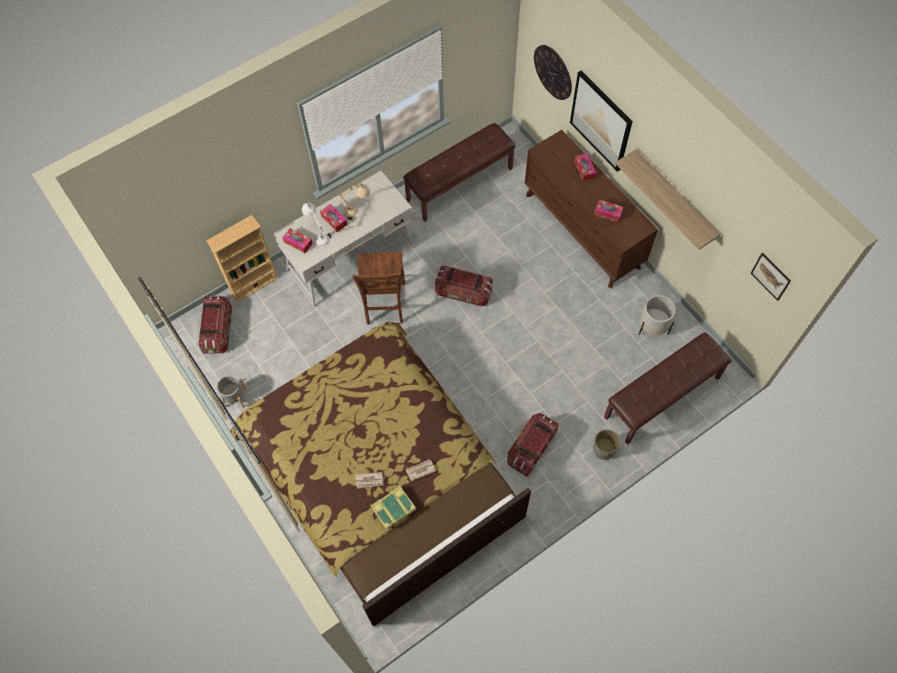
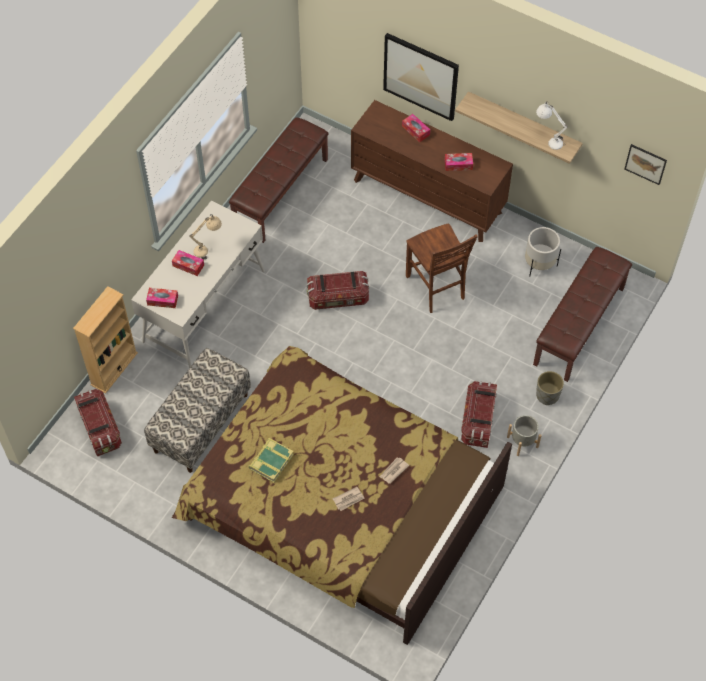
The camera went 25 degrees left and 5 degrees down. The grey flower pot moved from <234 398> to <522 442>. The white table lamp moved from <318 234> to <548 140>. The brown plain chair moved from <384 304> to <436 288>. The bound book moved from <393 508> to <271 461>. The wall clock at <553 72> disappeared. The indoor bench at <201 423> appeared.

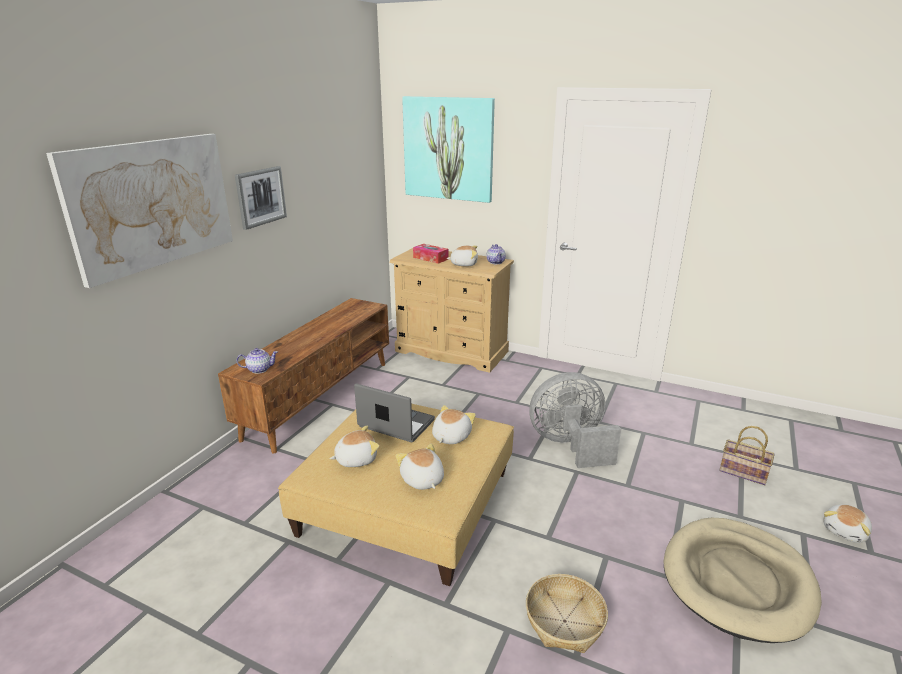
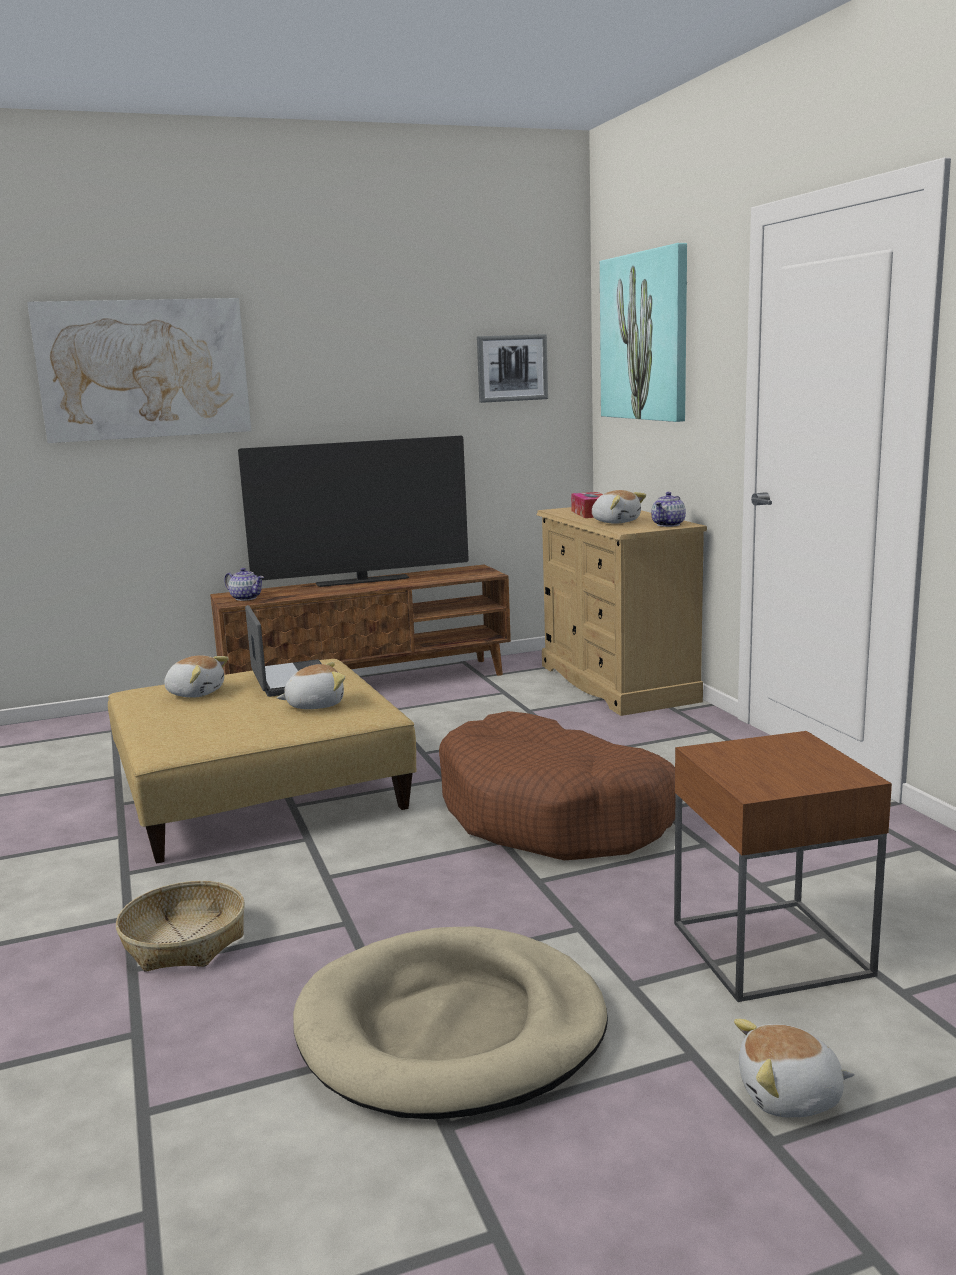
The camera went 45 degrees right and 10 degrees down. The picture moved from <260 197> to <512 368>. The plush toy at <422 480> disappeared. The grey electric fan at <570 445> was replaced by the brown dog bed at <555 816>. The basket at <742 472> was replaced by the brown accent table at <770 948>. The television at <362 581> appeared.

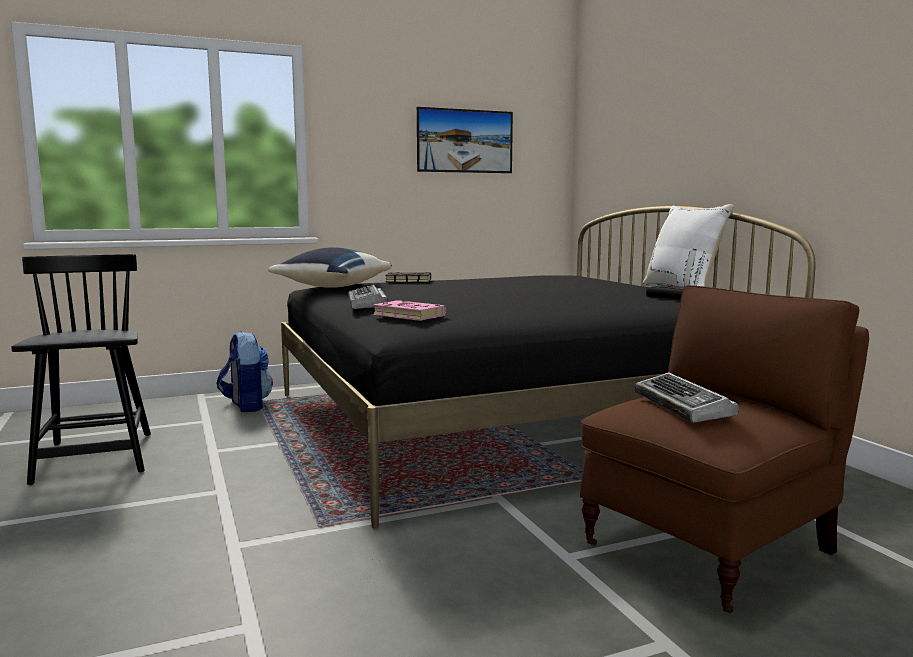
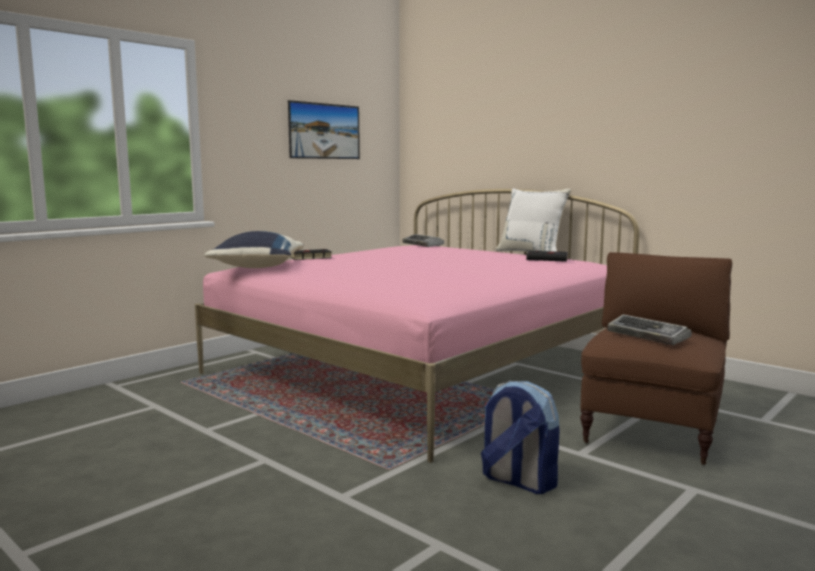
The camera went 25 degrees left and 0 degrees up. The black-coloured plain chair at <95 458> disappeared. The knapsack moved from <246 405> to <517 481>. The black-coloured bedroom bed at <509 419> became the pink-coloured bedroom bed at <421 367>. The PC keyboard moved from <367 304> to <423 244>. The pink-coloured bound book at <407 315> disappeared.

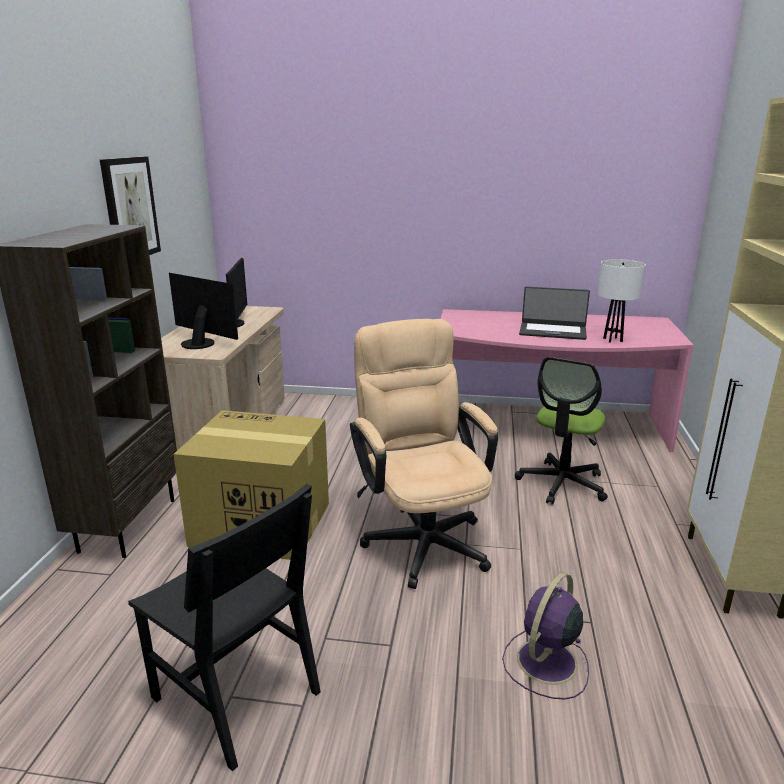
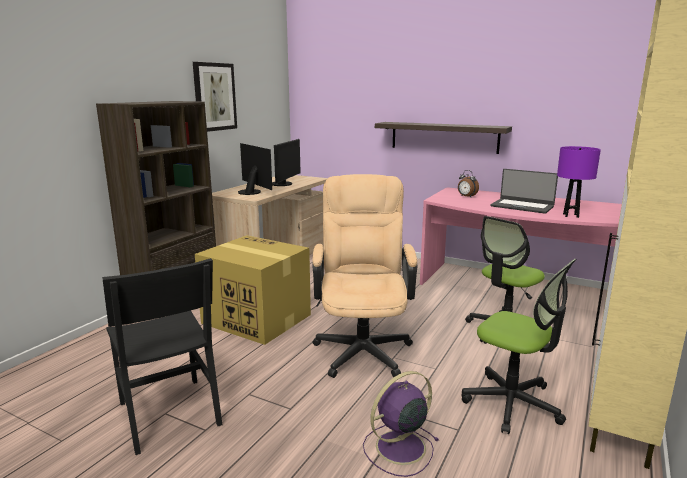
The camera went 20 degrees right and 5 degrees down. The white table lamp at <612 340> became the purple-coloured table lamp at <570 215>. The bracket shelf at <444 137> appeared. The bedside clock at <466 197> appeared. The office chair at <512 403> appeared.

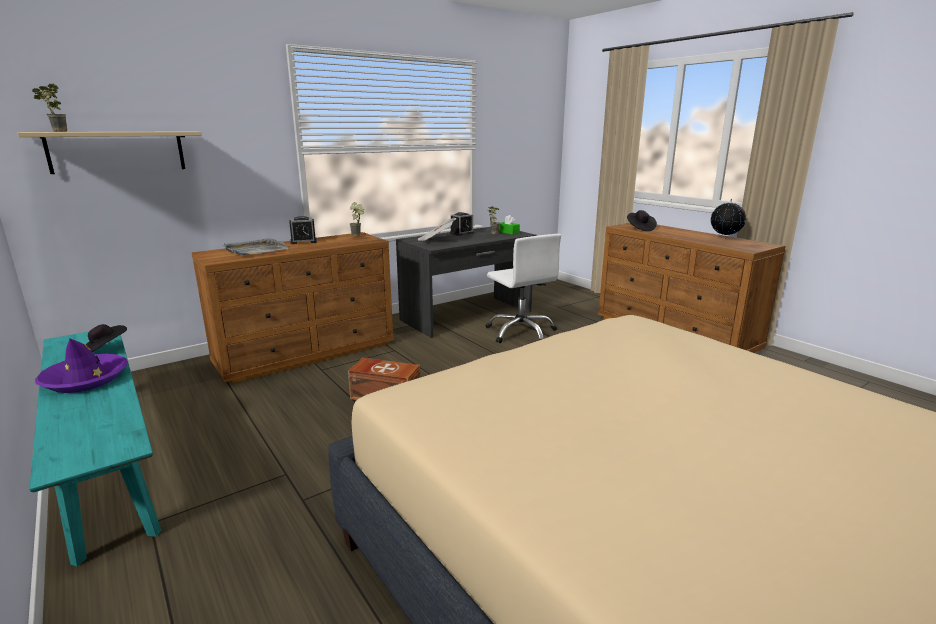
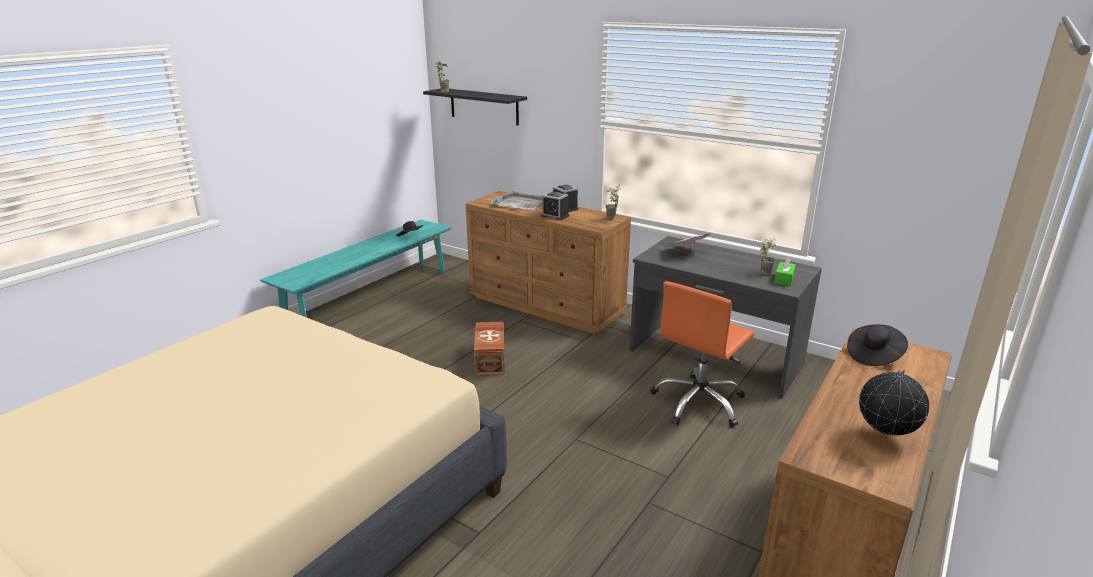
The camera went 70 degrees right and 5 degrees up. The beige-coloured bracket shelf at <117 151> became the black-coloured bracket shelf at <484 106>. The purple-coloured clothing hat at <85 380> disappeared. The bedside clock moved from <461 233> to <555 216>. The white office chair at <521 332> became the orange-coloured office chair at <699 402>.

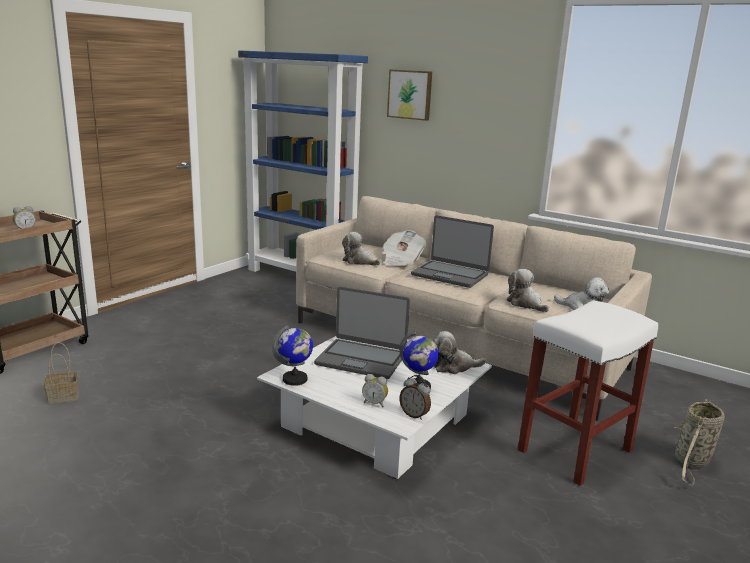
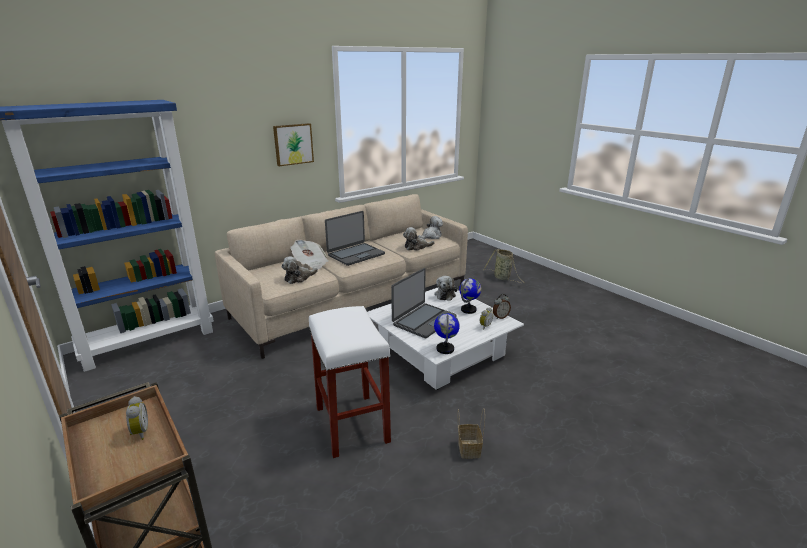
The camera went 70 degrees left and 5 degrees up. The basket moved from <64 396> to <468 448>. The picture moved from <410 94> to <293 144>. The white stool seat moved from <575 449> to <351 424>.

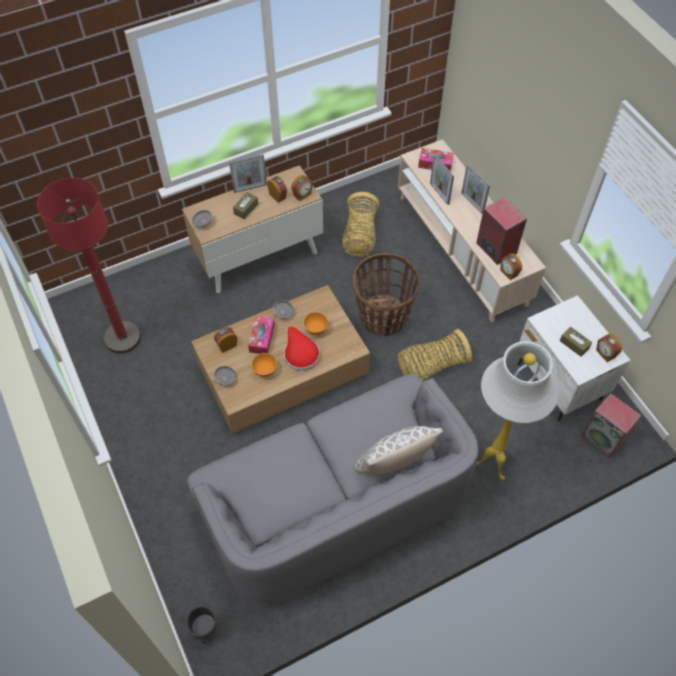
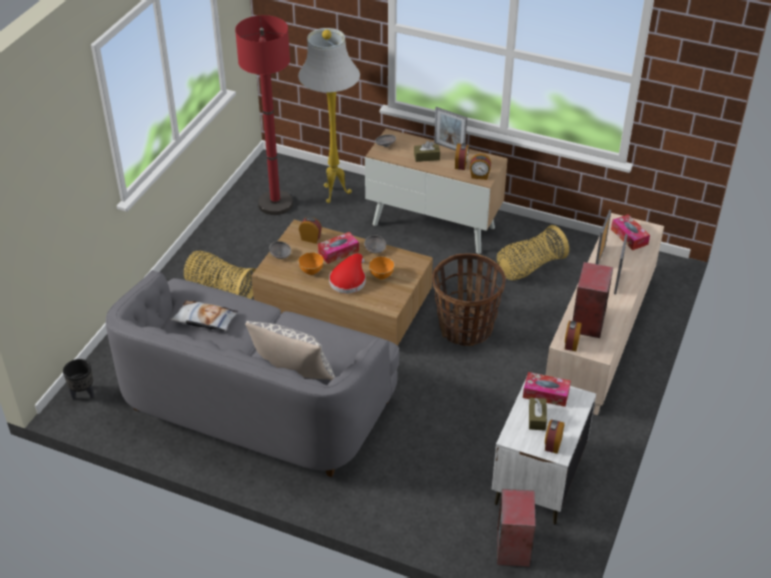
The camera went 50 degrees right and 15 degrees down. The basket moved from <431 366> to <221 289>. The white standing lamp moved from <491 465> to <333 194>. The pillow at <205 320> appeared. The box of tissues at <546 394> appeared.

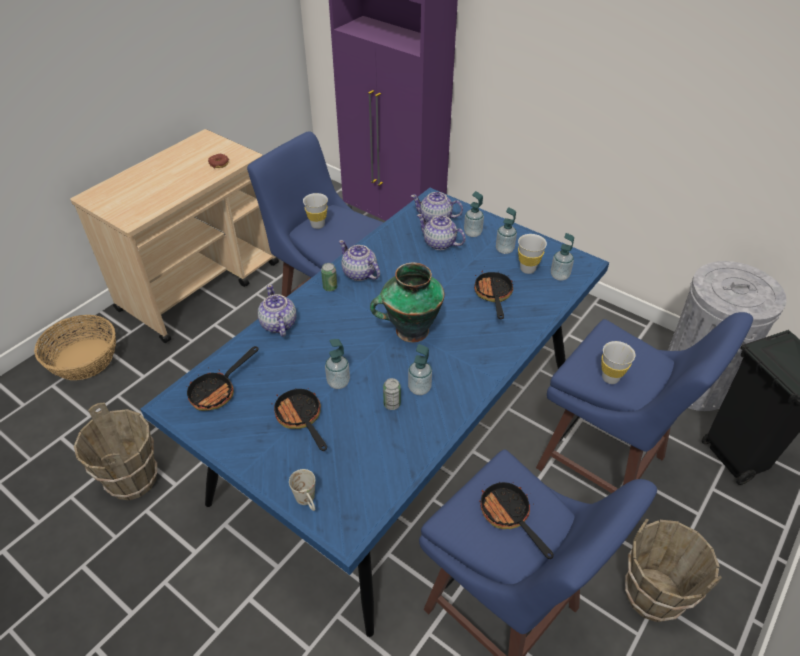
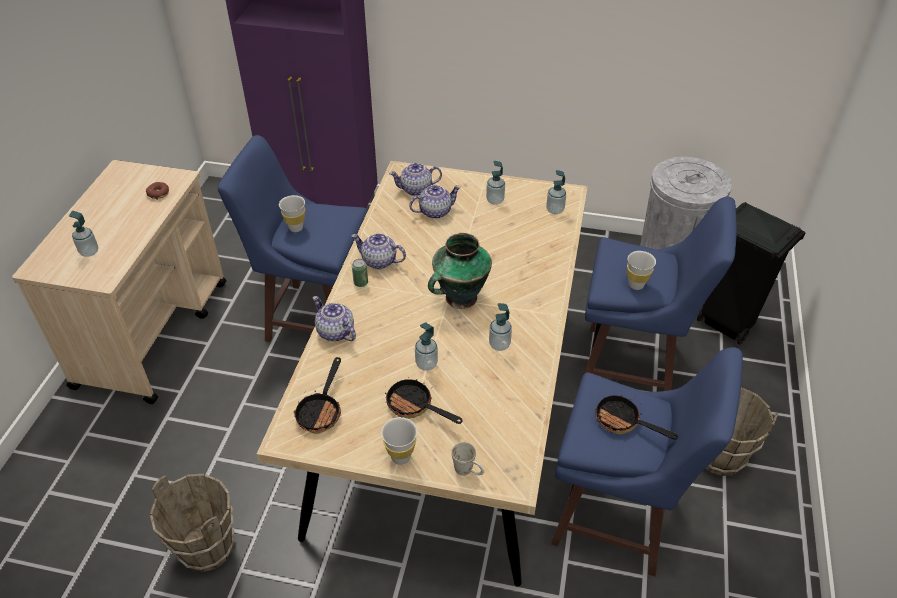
The camera went 25 degrees left and 0 degrees up. The basket at <84 359> disappeared. The bluish dinner table at <399 440> became the beige-coloured dinner table at <449 411>. The metal can at <392 404> disappeared. The tea pot at <440 243> turned 150 degrees clockwise. The soap dispenser moved from <472 233> to <89 252>. The frying pan at <493 295> disappeared. The white small cup moved from <527 269> to <401 457>.

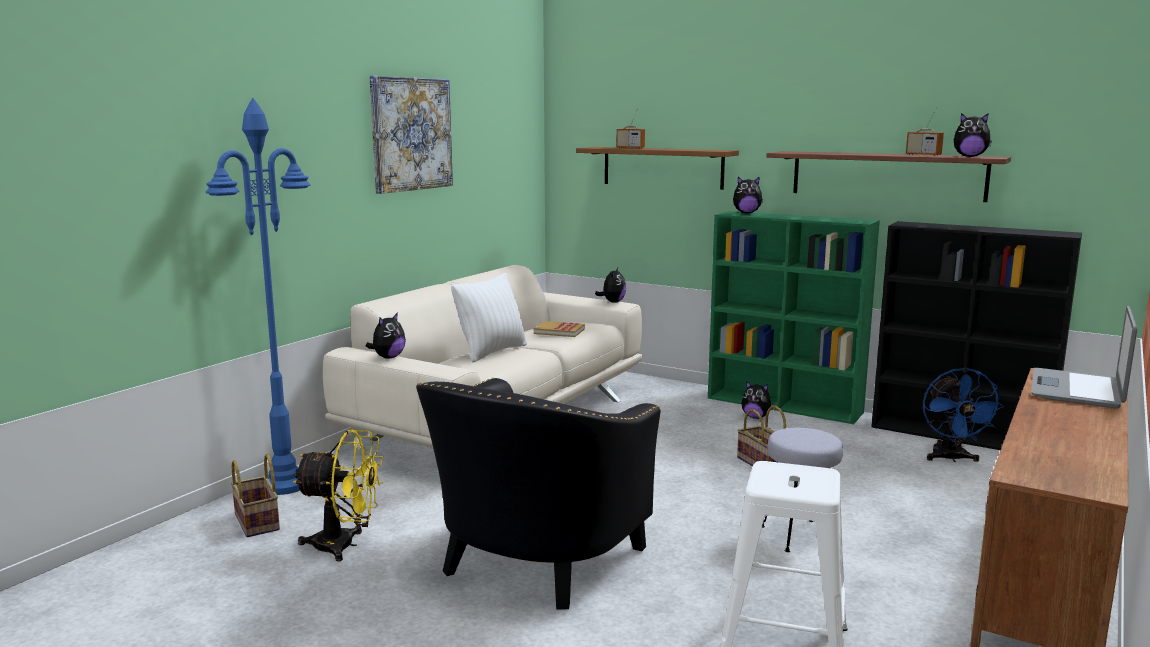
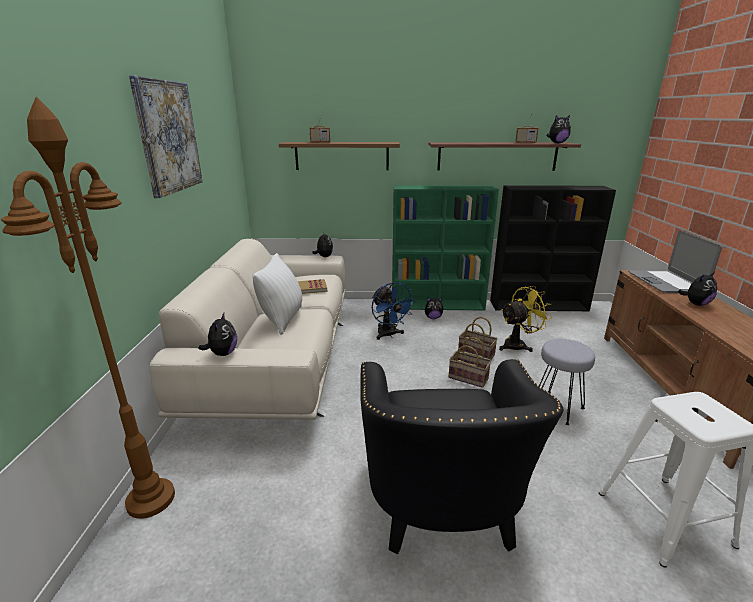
The camera went 30 degrees left and 10 degrees up. The bluish standing lamp at <285 485> became the brown standing lamp at <151 499>. The basket moved from <258 522> to <469 378>. The yellow electric fan moved from <344 545> to <518 345>. The plush toy moved from <746 213> to <696 304>. The bluish electric fan moved from <951 458> to <389 335>.

